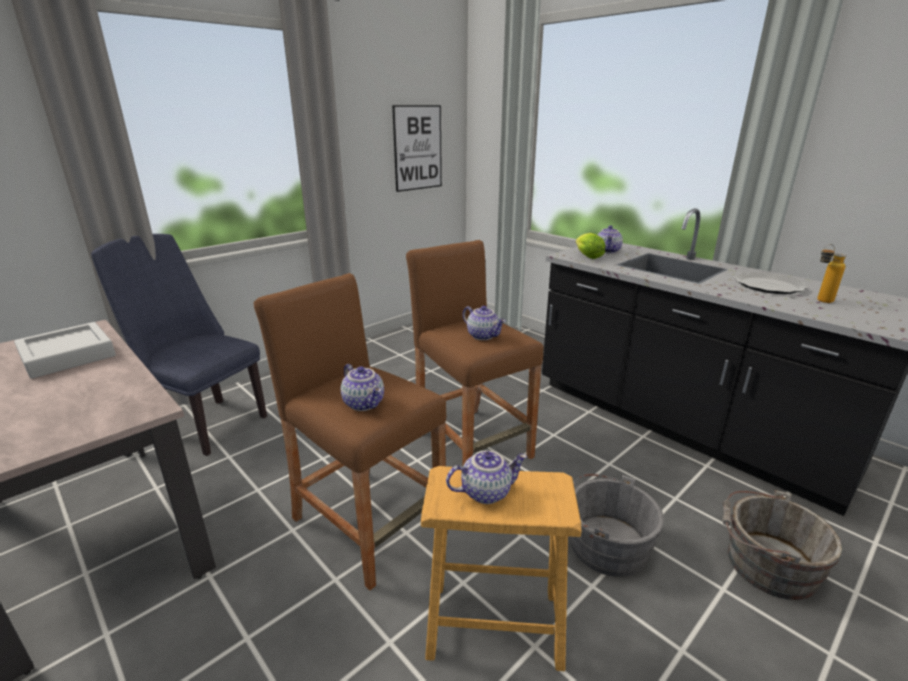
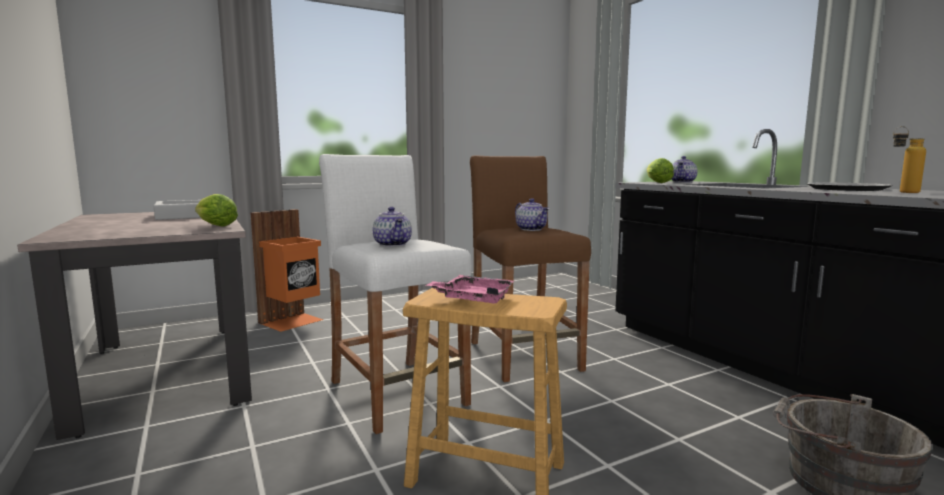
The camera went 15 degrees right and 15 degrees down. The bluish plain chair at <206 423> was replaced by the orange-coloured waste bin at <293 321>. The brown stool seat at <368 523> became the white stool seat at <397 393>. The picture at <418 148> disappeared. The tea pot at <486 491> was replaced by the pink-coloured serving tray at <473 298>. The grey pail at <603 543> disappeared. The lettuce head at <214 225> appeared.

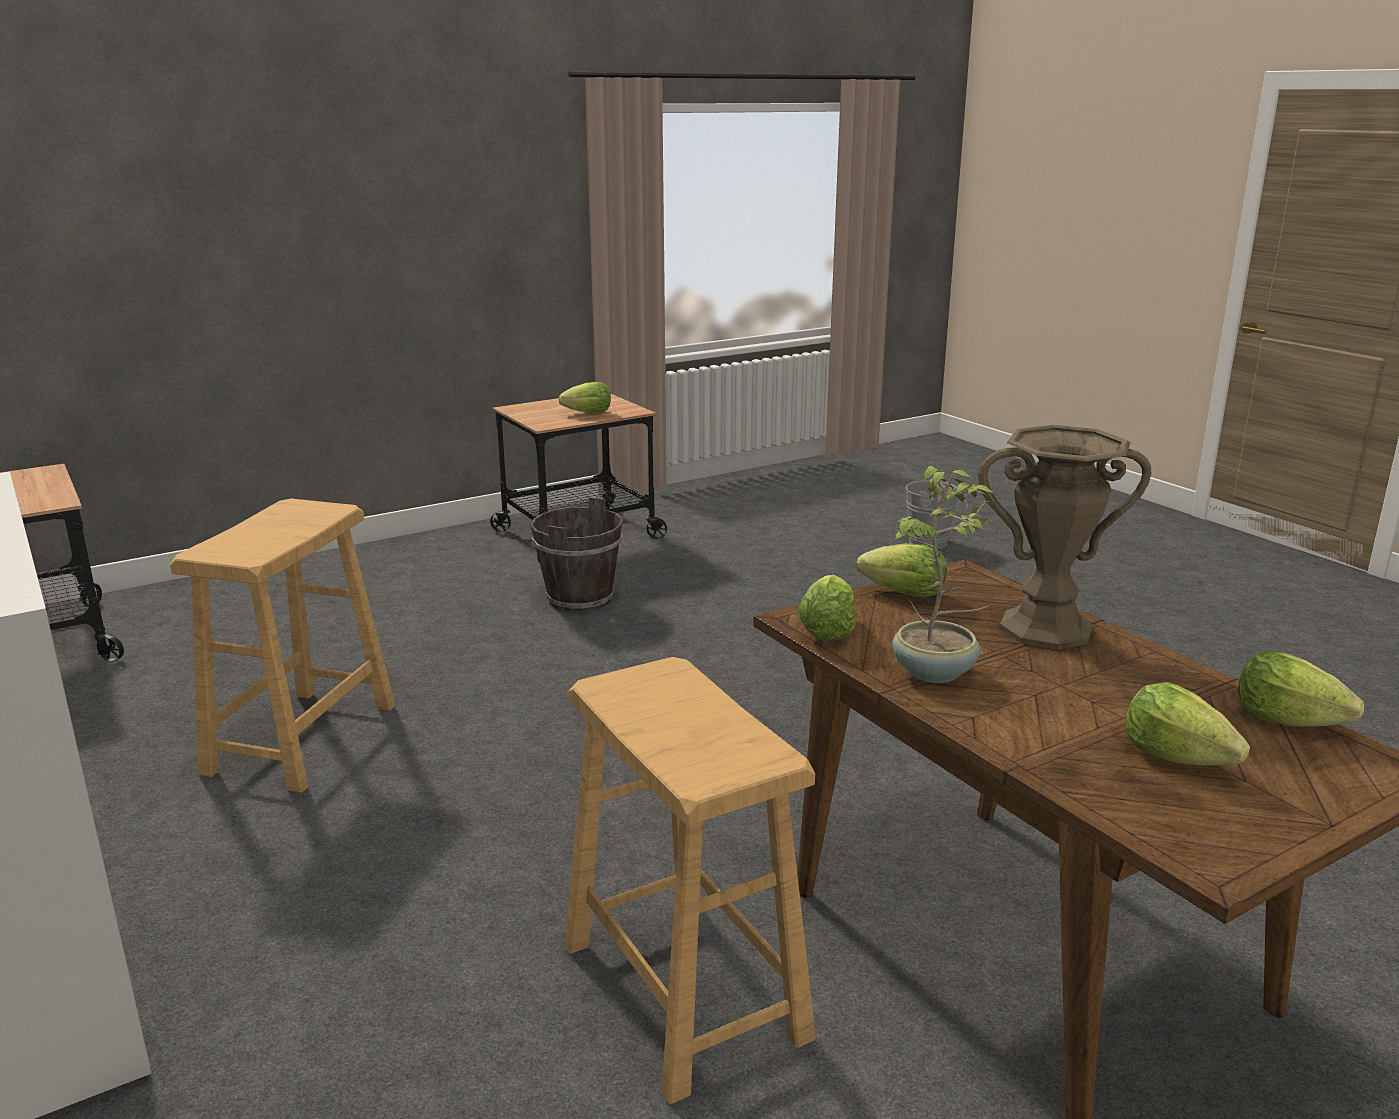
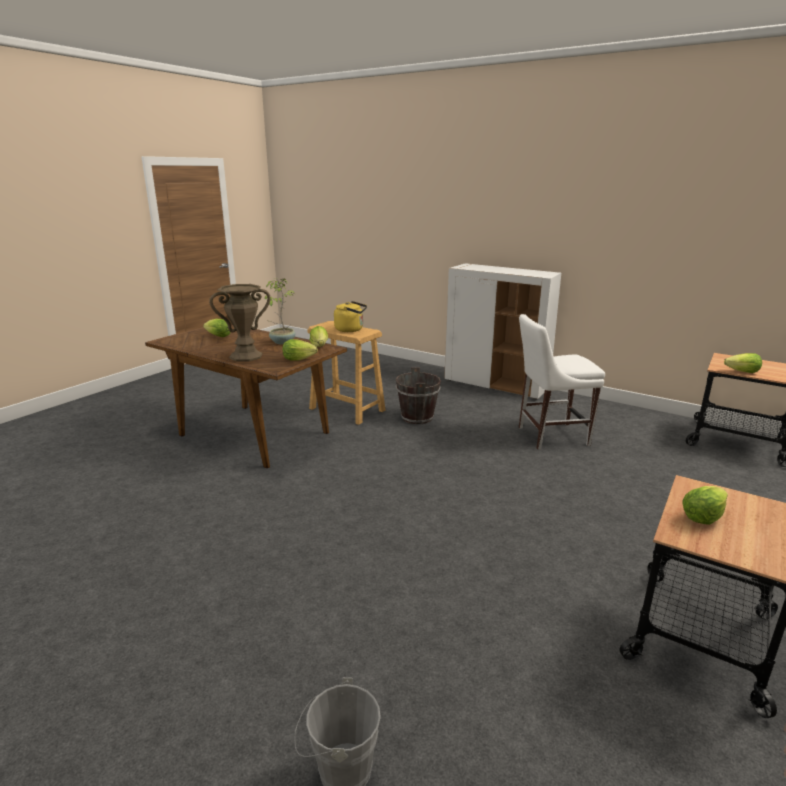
The camera went 155 degrees right and 0 degrees up. The beige-coloured stool seat at <300 739> was replaced by the white plain chair at <549 436>. The brown pail moved from <580 599> to <417 417>. The lettuce head moved from <1286 720> to <742 372>. The yellow water kettle at <351 330> appeared.

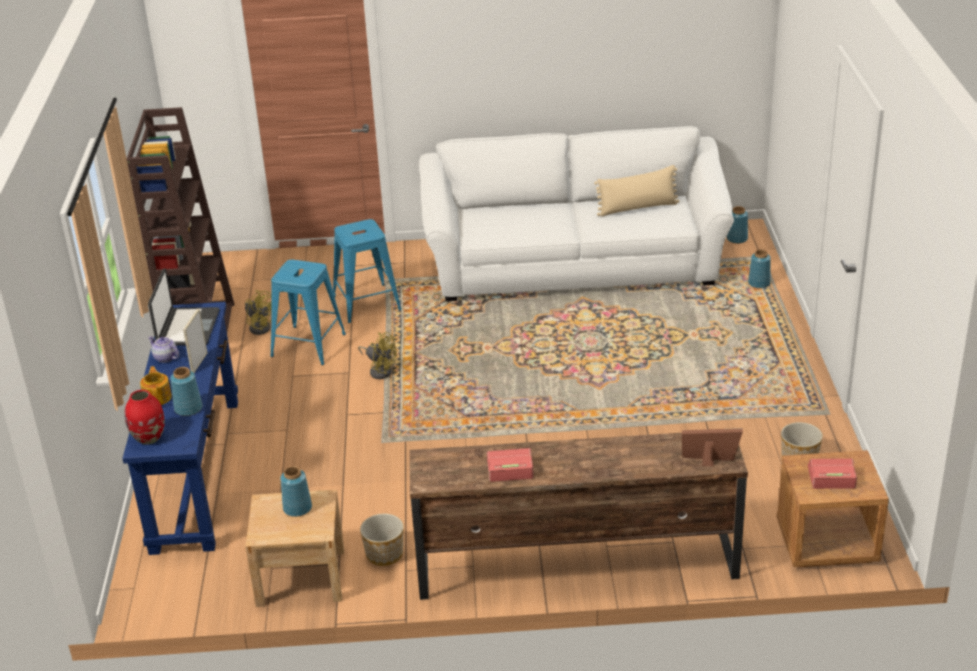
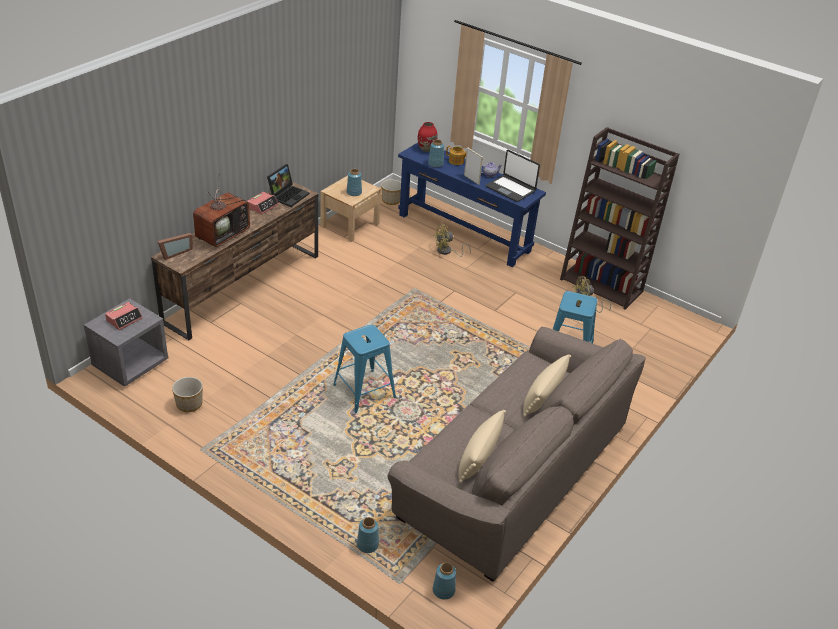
The camera went 125 degrees right and 5 degrees up. The bluish stool seat moved from <308 345> to <364 391>. The yellow electric fan moved from <380 370> to <447 252>. The flower pot moved from <384 554> to <391 200>. The white settee at <574 264> became the brown settee at <512 471>. The brown night table at <826 543> became the grey night table at <131 364>. The television at <223 233> appeared. The notebook computer at <288 195> appeared. The beige-coloured pillow at <543 395> appeared.

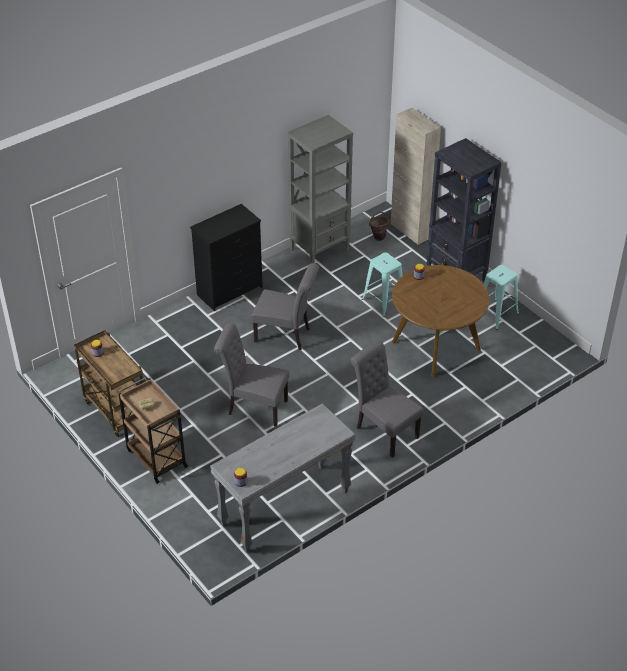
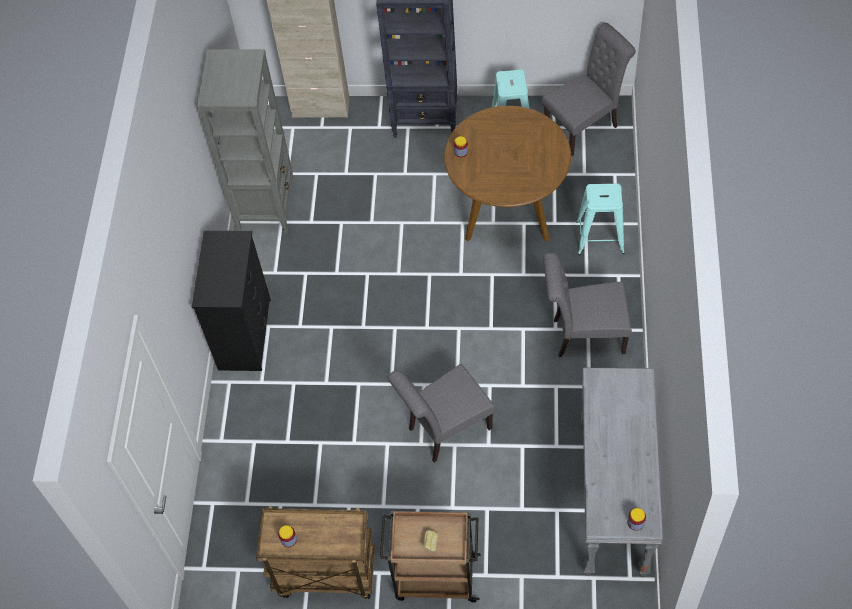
The camera went 45 degrees left and 15 degrees up. The grey plain chair moved from <286 335> to <585 126>. The blue-green stool seat moved from <383 301> to <600 237>. The brown pail at <379 236> disappeared.

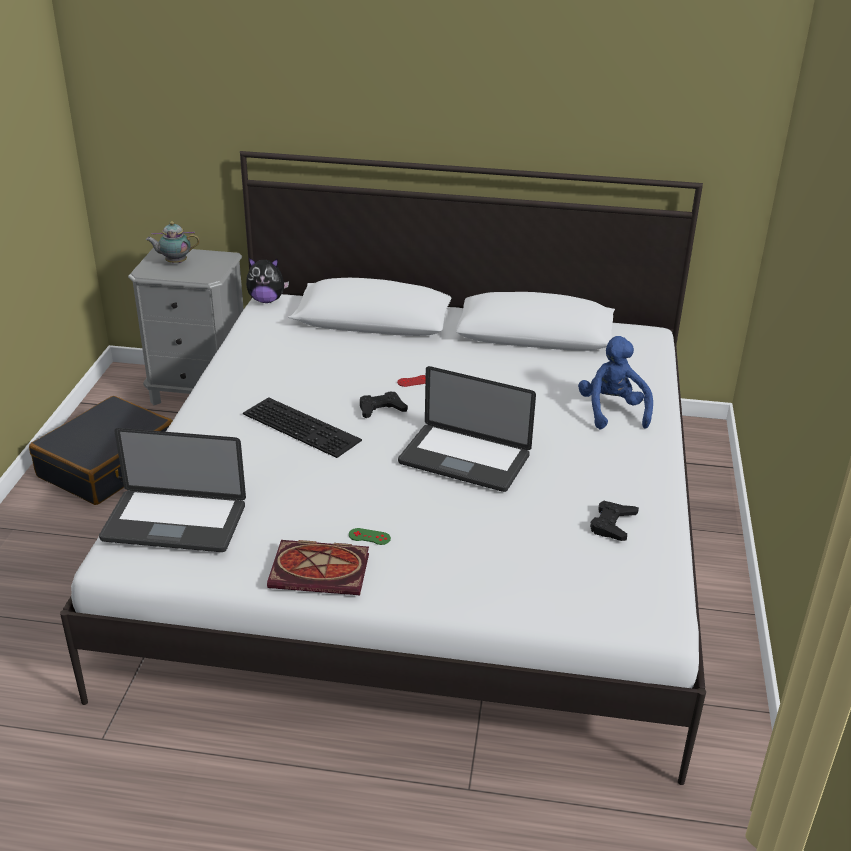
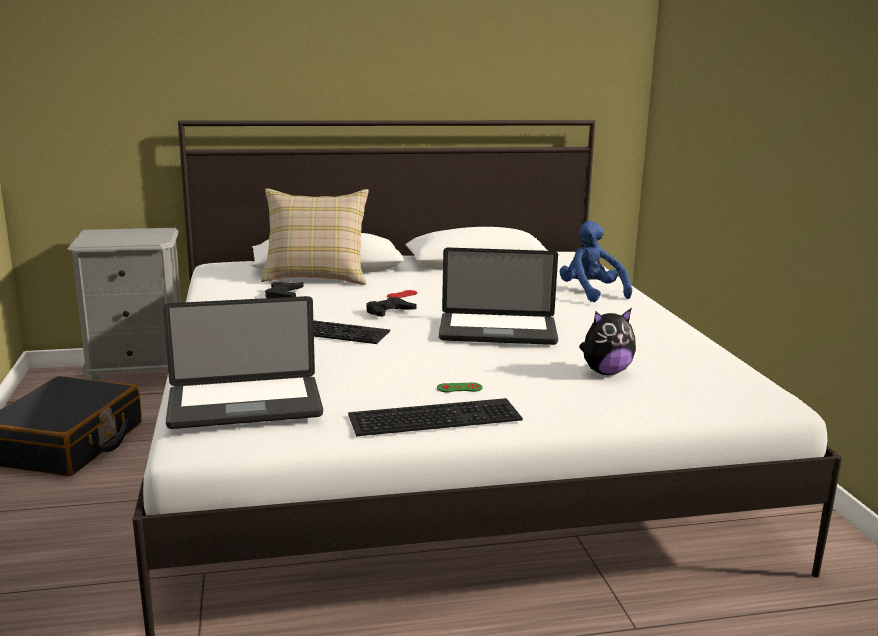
The camera went 20 degrees left and 15 degrees down. The tea pot at <174 262> disappeared. The plush toy moved from <267 300> to <605 372>. The bound book at <322 570> was replaced by the PC keyboard at <436 415>. The black-coloured joypad moved from <612 524> to <284 295>. The beige-coloured pillow at <316 276> appeared.

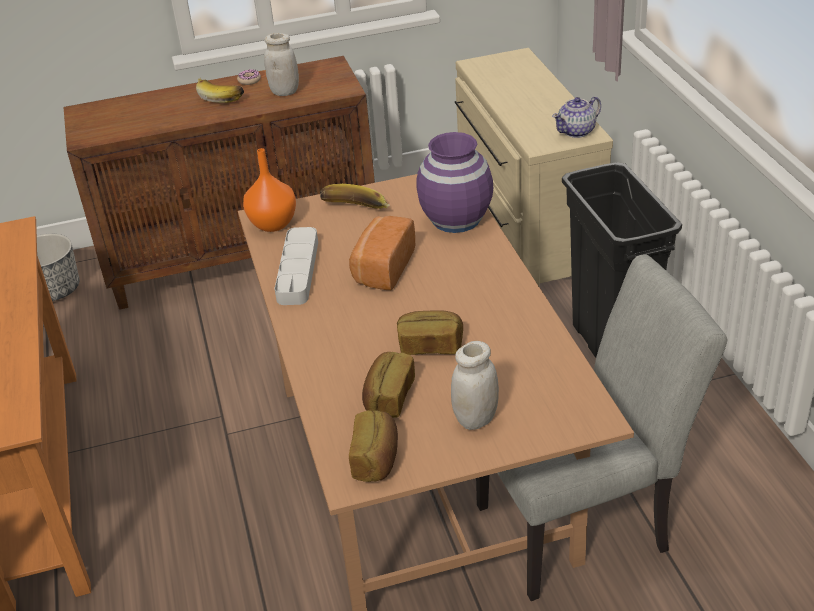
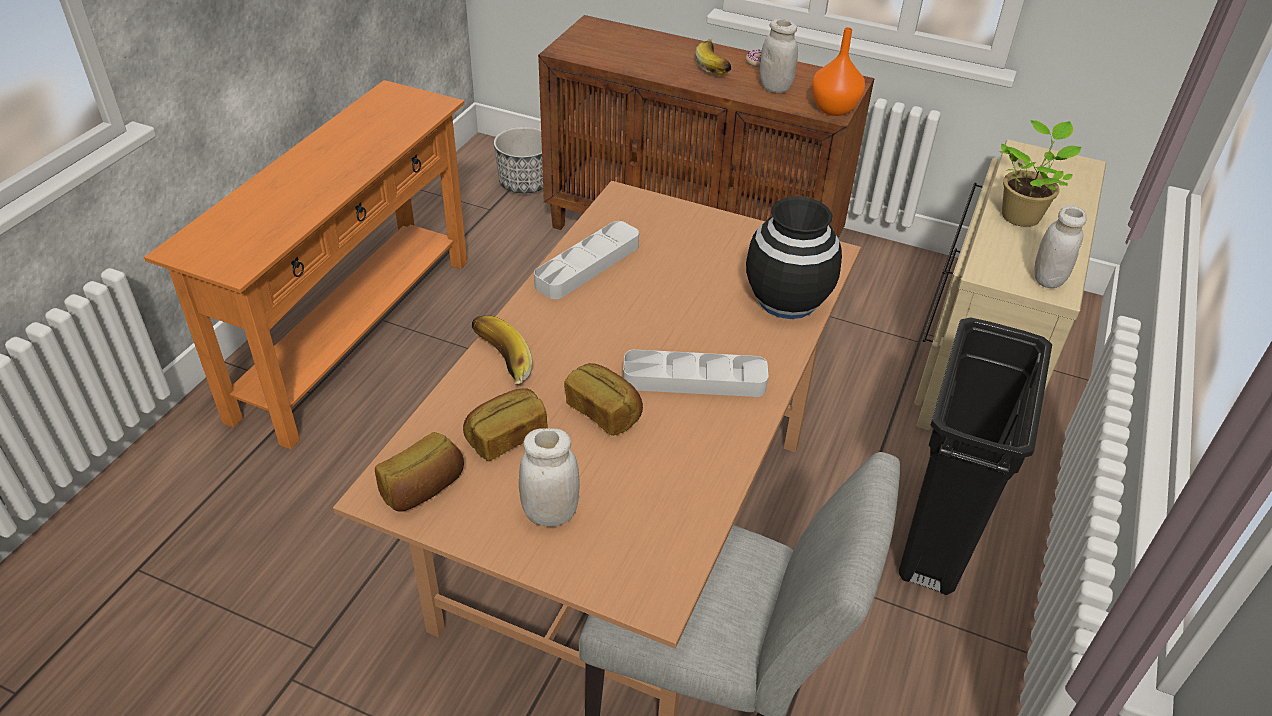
The camera went 35 degrees right and 5 degrees up. The orange-coloured decorative vase moved from <273 225> to <833 109>. The whole banana moved from <355 210> to <498 362>. The baked bread at <382 268> disappeared. The purple-coloured decorative vase at <455 219> became the black-coloured decorative vase at <786 300>. The tea pot at <577 131> was replaced by the white preserve jar at <1047 279>. The grey serving tray at <694 379> appeared. The potted plant at <1021 215> appeared.

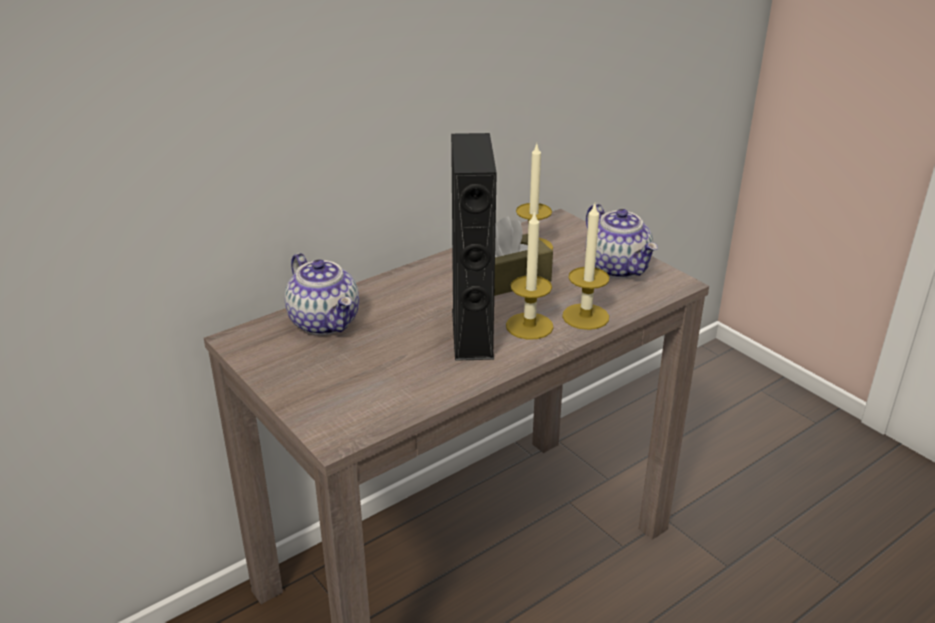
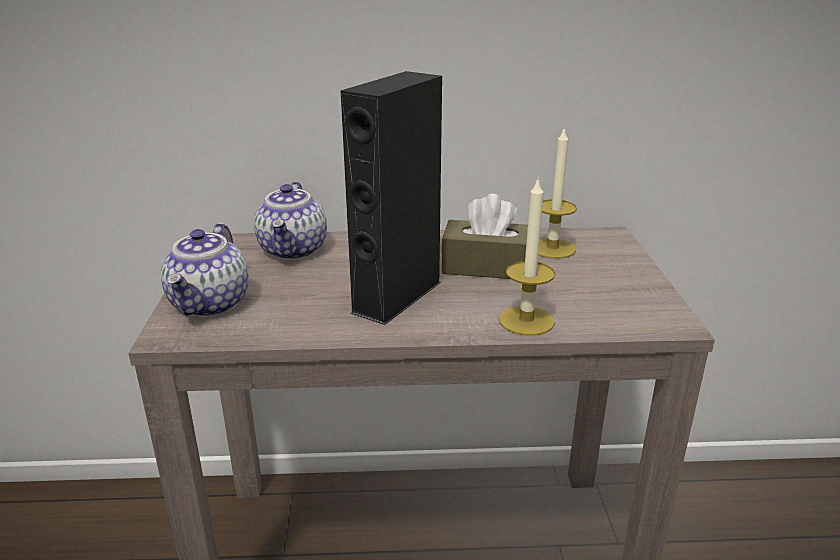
The camera went 35 degrees right and 5 degrees down. The candle at <529 326> disappeared. The tea pot moved from <618 267> to <211 304>.

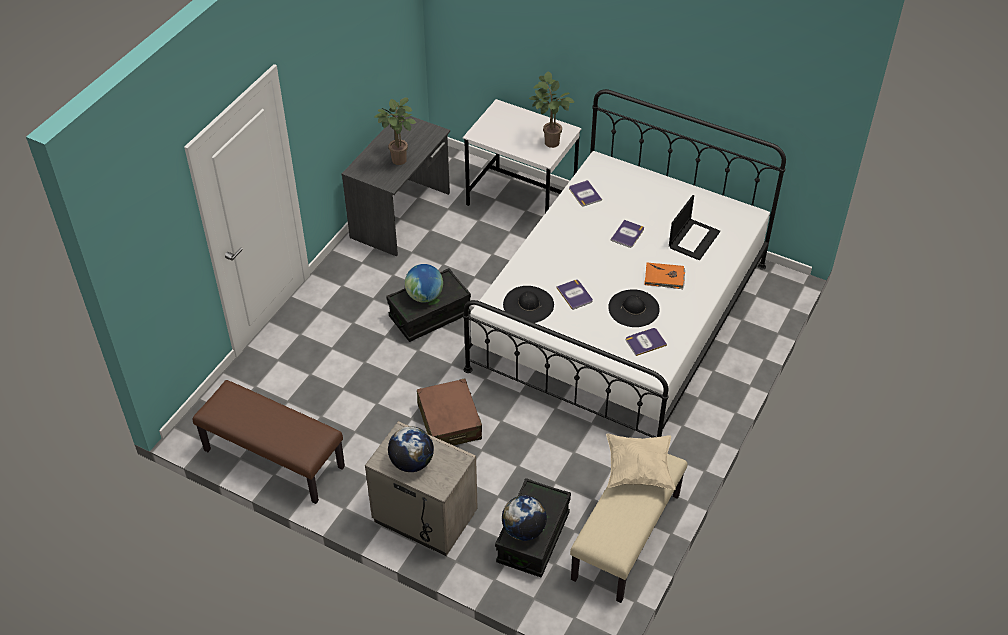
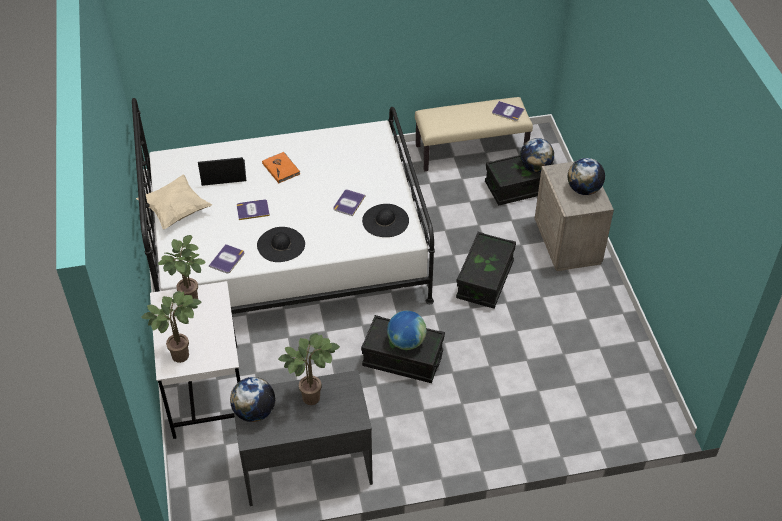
The camera went 130 degrees left and 0 degrees up. The brown indoor bench at <273 459> disappeared. The brown suitcase at <449 422> was replaced by the black-coloured storage container at <485 280>. The beige-coloured pillow moved from <638 470> to <175 211>. The black-coloured clothing hat moved from <633 308> to <281 244>. The bound book moved from <645 342> to <507 111>. The potted plant at <182 353> appeared. The world globe at <254 412> appeared.

